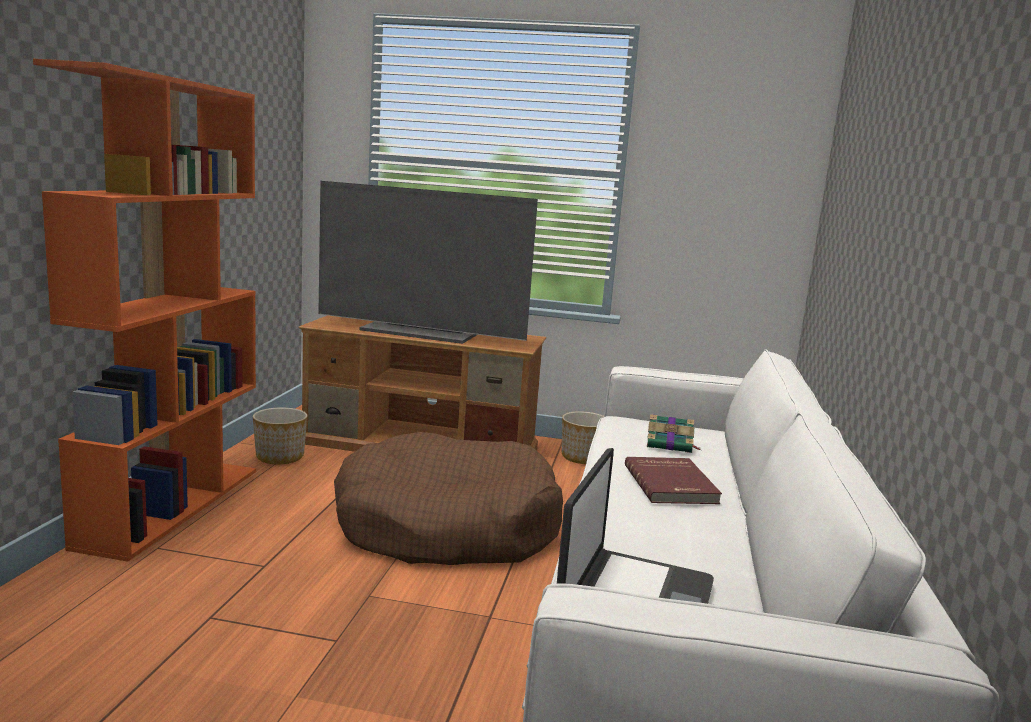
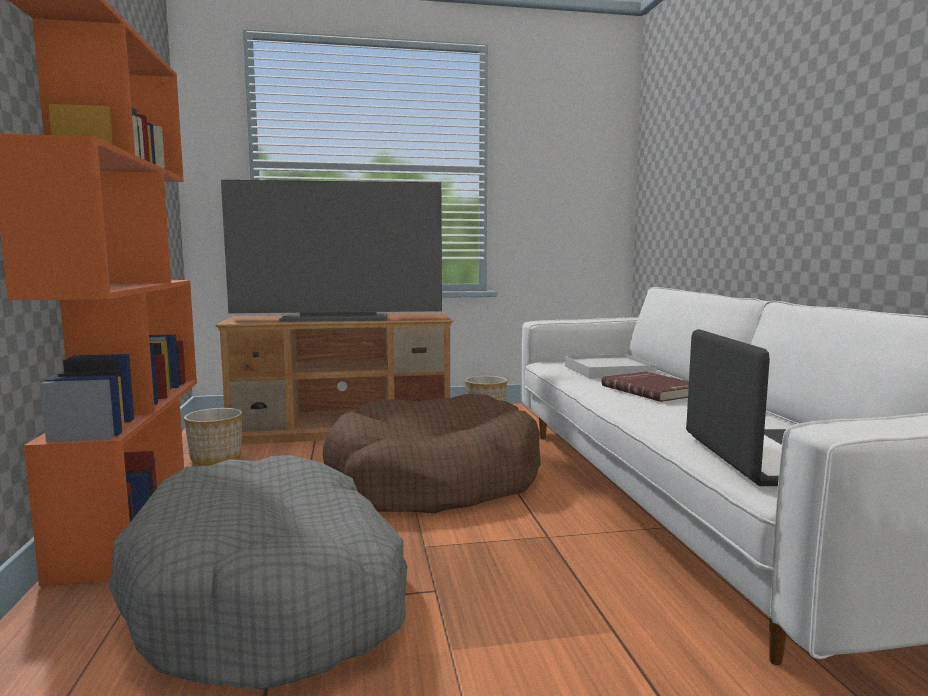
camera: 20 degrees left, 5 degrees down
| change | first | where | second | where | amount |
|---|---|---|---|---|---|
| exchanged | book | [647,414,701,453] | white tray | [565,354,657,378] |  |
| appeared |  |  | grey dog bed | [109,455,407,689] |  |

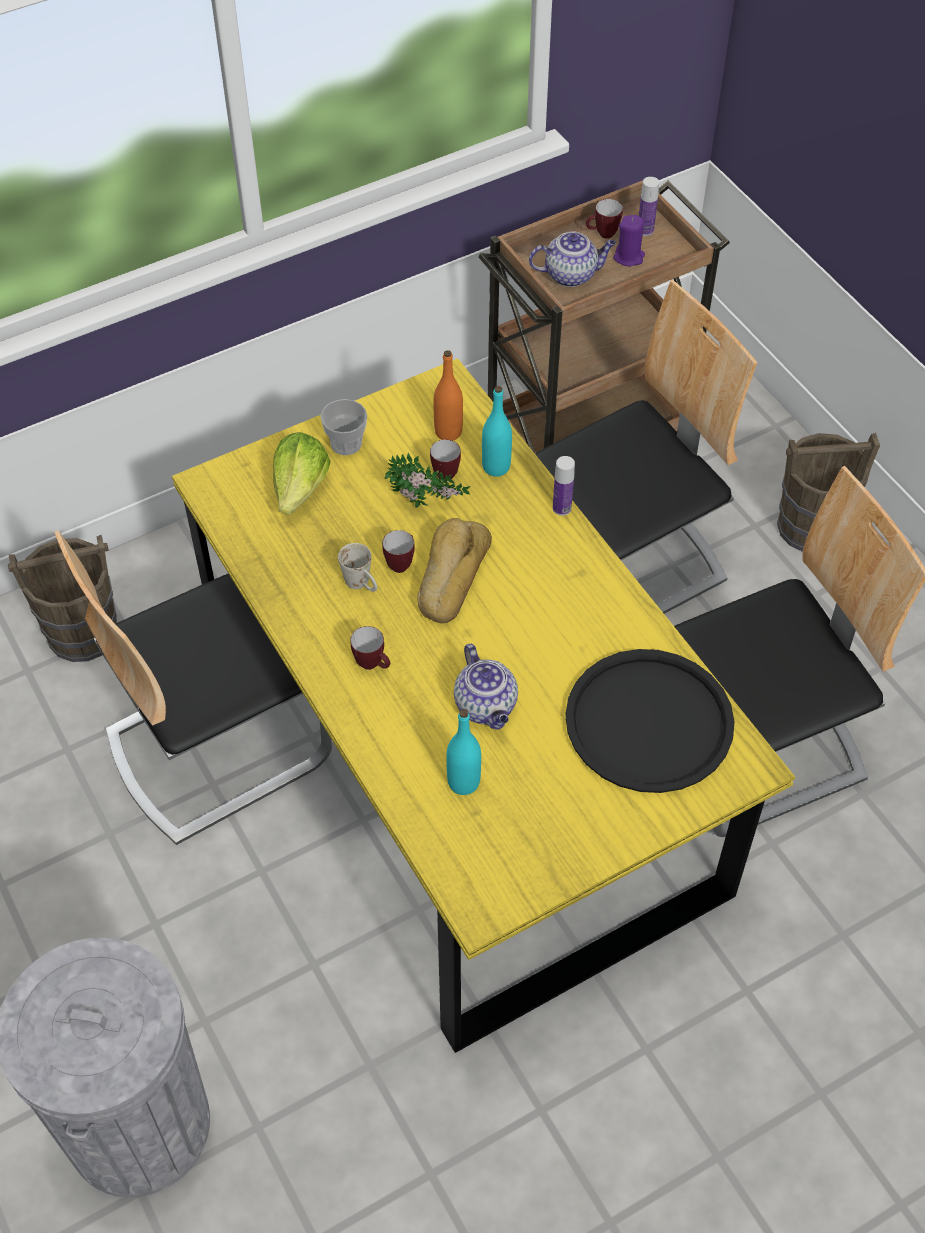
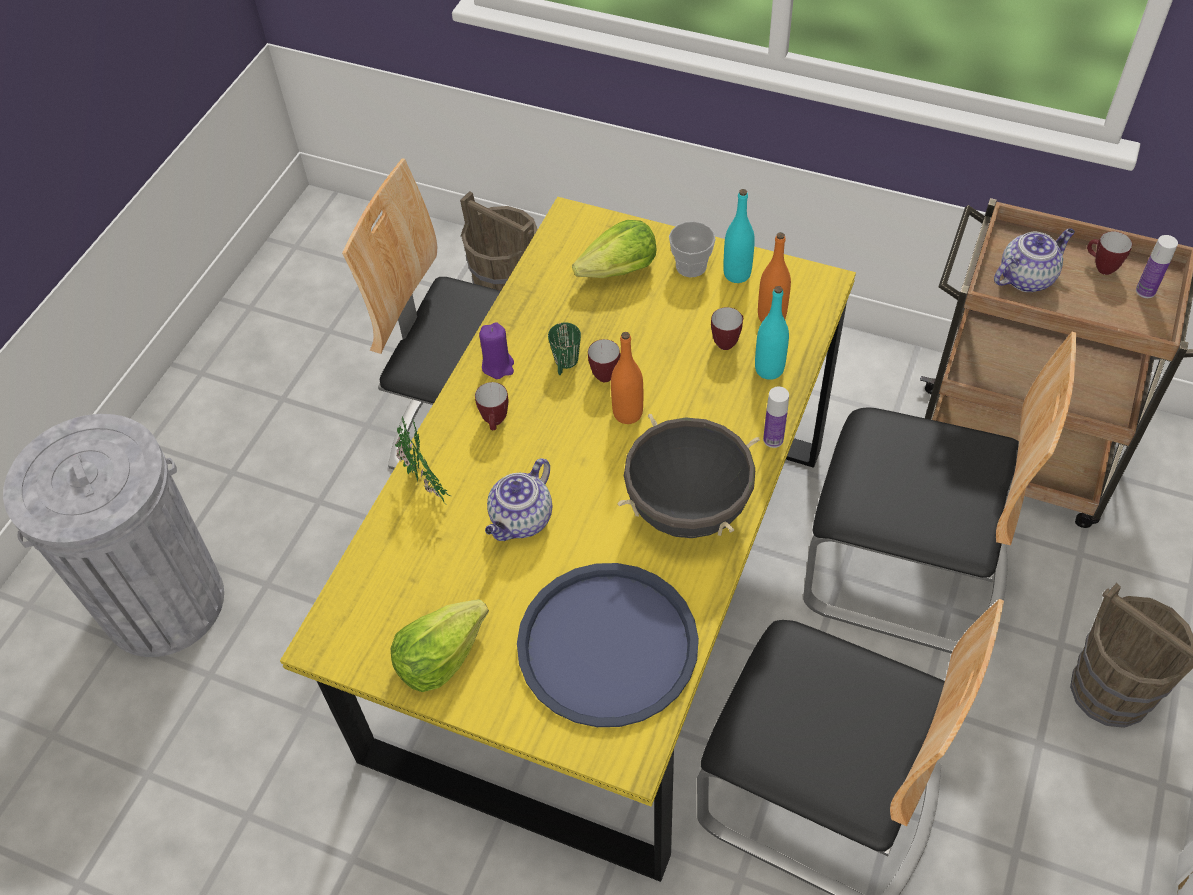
camera: 55 degrees right, 0 degrees up
| change | first | where | second | where | amount |
|---|---|---|---|---|---|
| relocated | purple candle | [613,215,645,266] |  | [479,322,514,379] |  |
| spun | teapot | [529,232,616,287] |  | [994,228,1075,292] | 75 degrees counterclockwise |
| relocated | potted plant | [385,453,470,508] |  | [395,417,451,505] |  |
| exchanged | bread | [417,518,492,623] | orange bottle | [611,332,643,424] |  |
| colour | white mug | [338,543,377,592] | green mug | [548,323,581,375] |  |
| colour | black tray | [565,649,735,793] | blue tray | [517,563,699,727] |  |
| relocated | turquoise bottle | [446,709,481,795] |  | [723,189,755,283] |  |
| appeared |  |  | black cooking pot | [617,414,760,538] |  |
| appeared |  |  | lettuce | [391,599,489,692] |  |

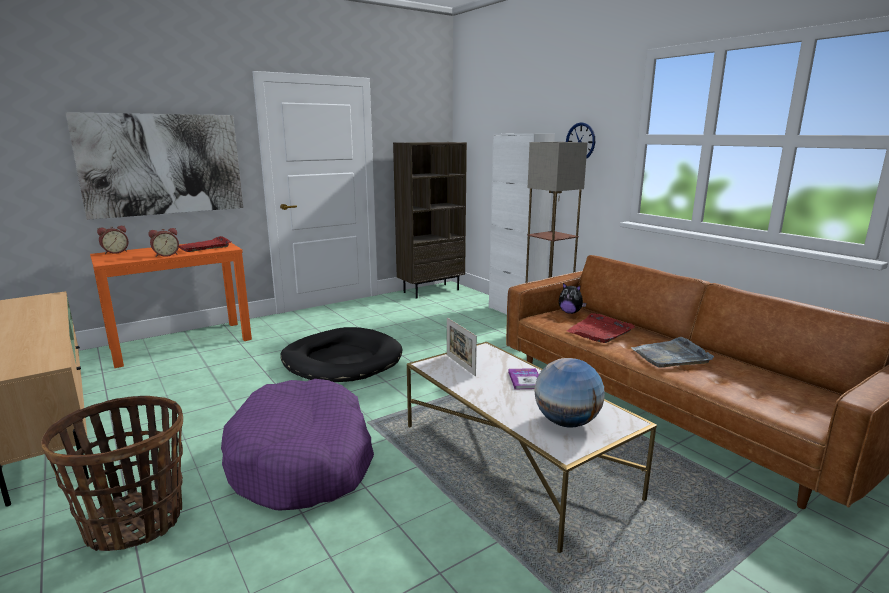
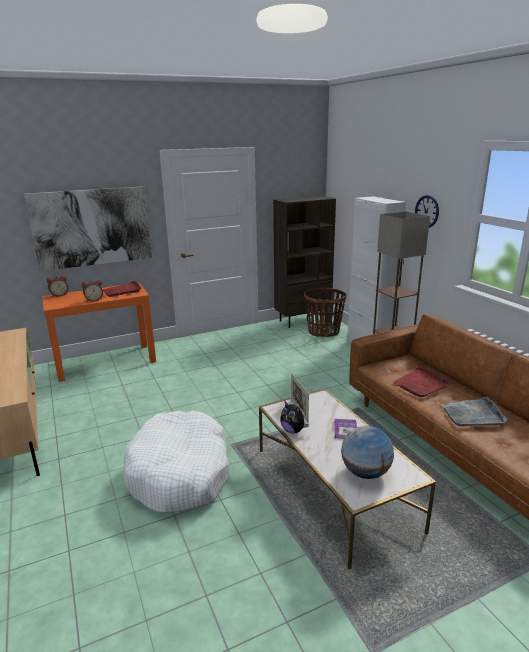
camera: 10 degrees right, 5 degrees up
| change | first | where | second | where | amount |
|---|---|---|---|---|---|
| relocated | plush toy | [559,283,587,314] |  | [280,401,309,433] |  |
| missing | black dog bed | [280,327,402,382] |  |  |  |
| colour | purple dog bed | [221,379,374,511] | white dog bed | [123,411,230,513] |  |
| relocated | basket | [41,396,183,551] |  | [304,288,347,337] |  |

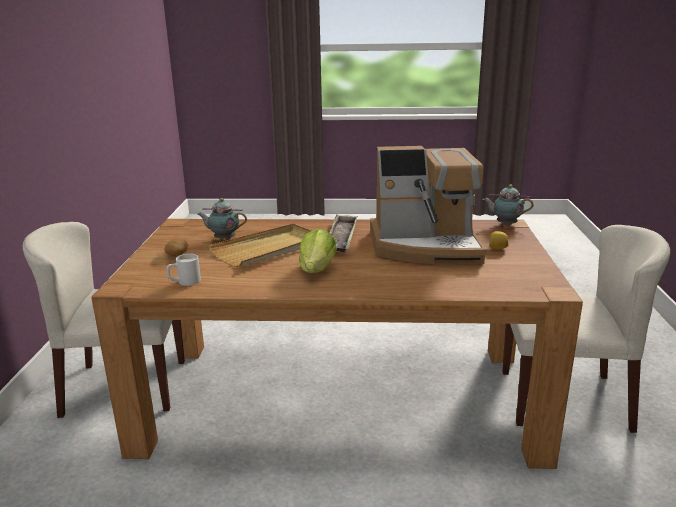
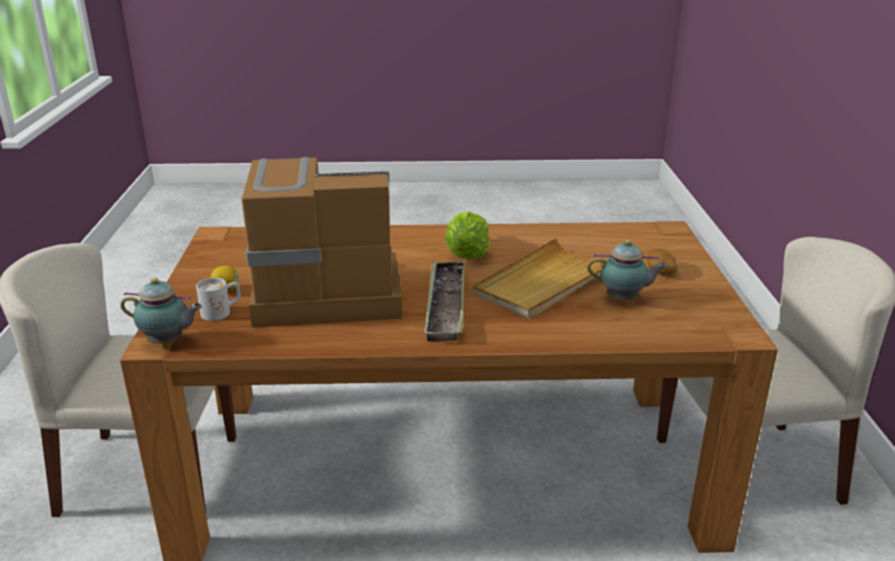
camera: 175 degrees right, 5 degrees up
| change | first | where | second | where | amount |
|---|---|---|---|---|---|
| relocated | white mug | [167,254,201,286] |  | [196,278,240,321] |  |

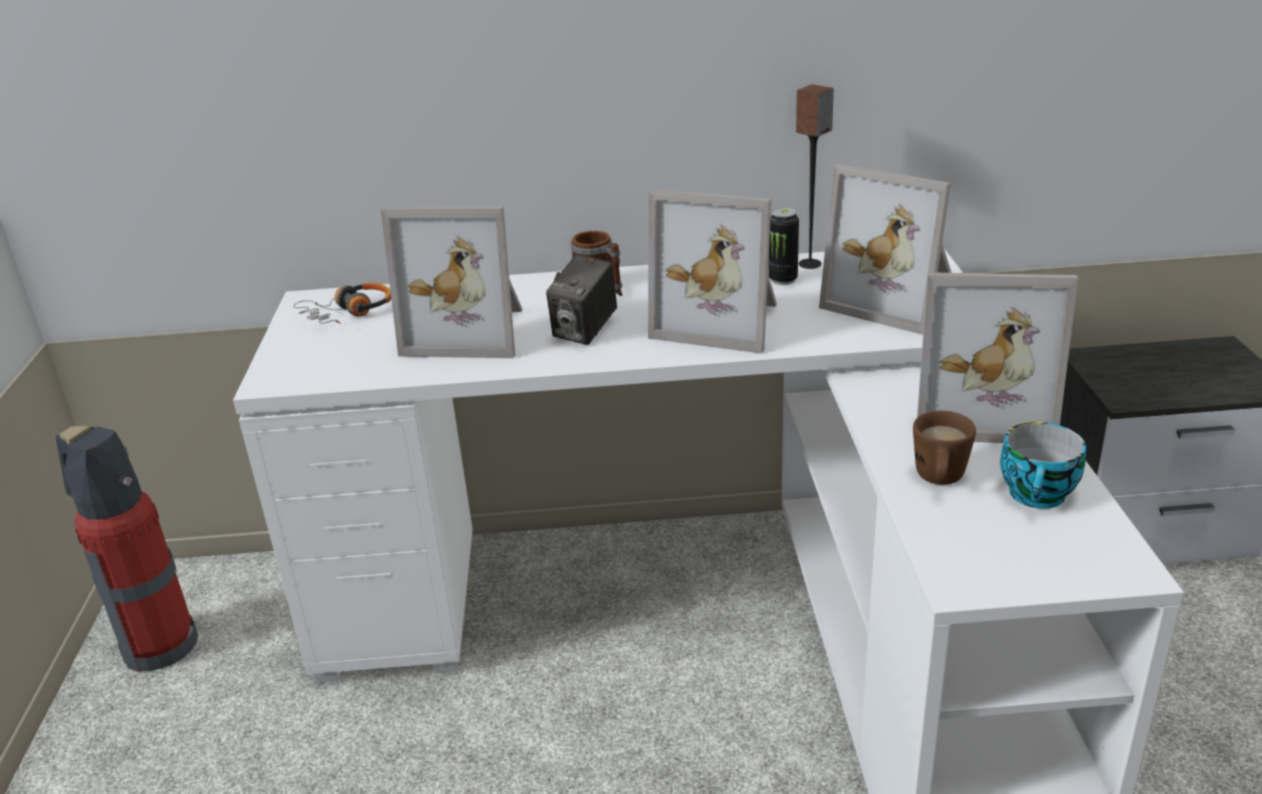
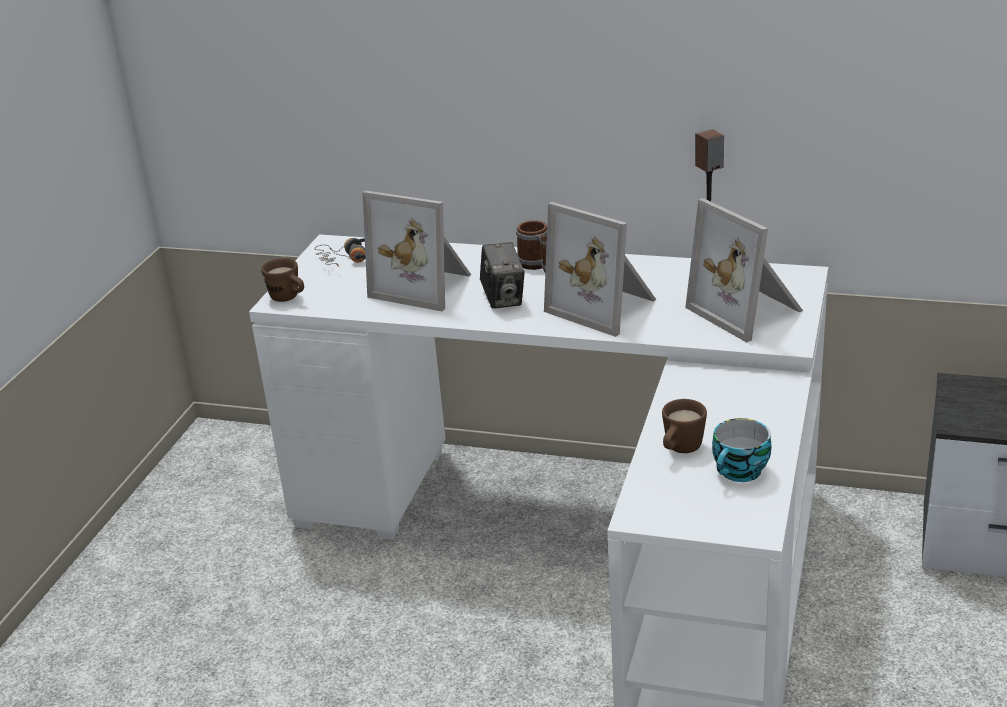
camera: 20 degrees right, 0 degrees up
| change | first | where | second | where | amount |
|---|---|---|---|---|---|
| missing | can | [769,208,799,285] |  |  |  |
| spun | photo camera | [546,254,617,345] |  | [480,242,525,309] | 60 degrees counterclockwise |
| missing | picture frame | [917,272,1078,443] |  |  |  |
| missing | fire extinguisher | [56,426,198,672] |  |  |  |
| appeared |  |  | brown mug | [261,258,304,302] |  |

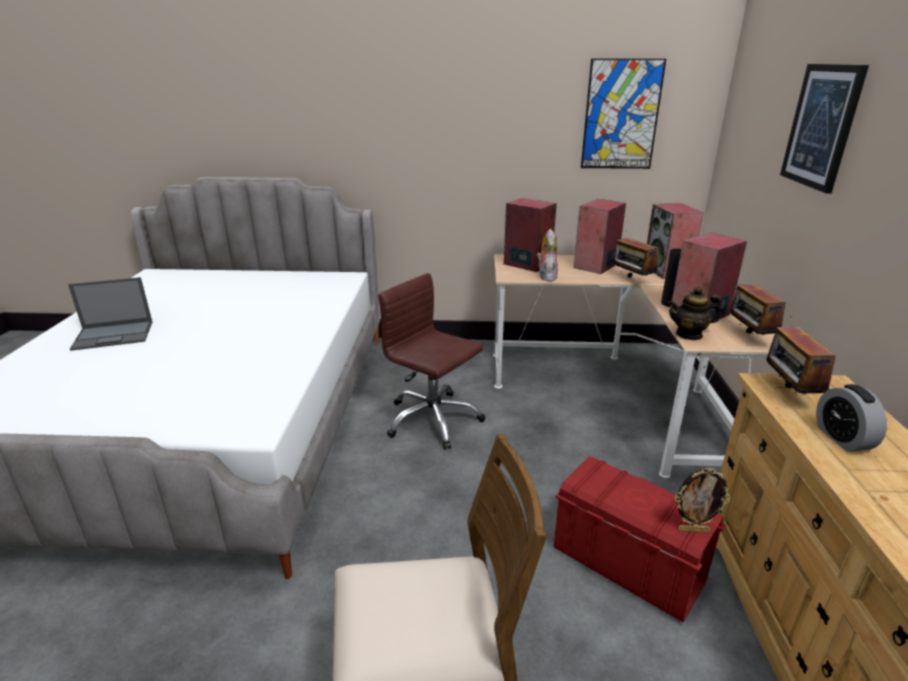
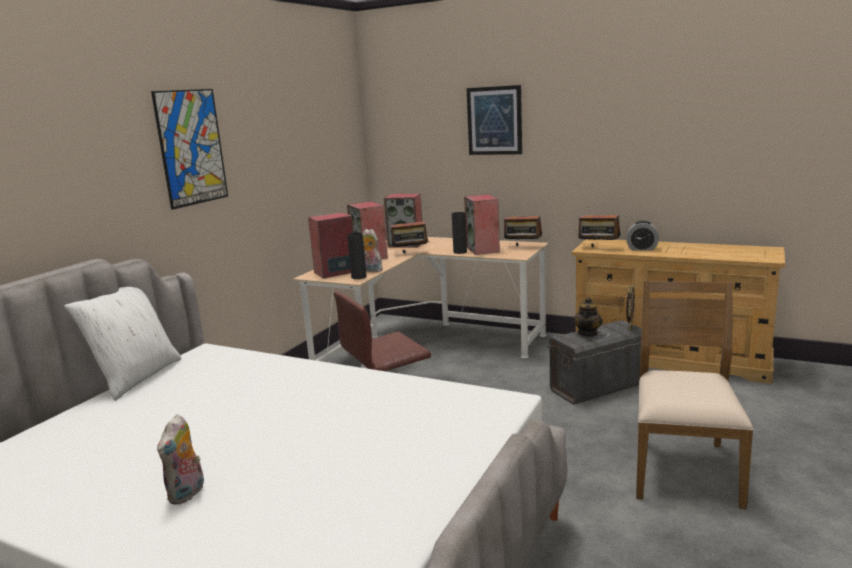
camera: 65 degrees left, 10 degrees down
| change | first | where | second | where | amount |
|---|---|---|---|---|---|
| relocated | picture | [581,59,666,169] |  | [151,89,228,210] |  |
| exchanged | laptop | [68,277,152,351] | plush toy | [157,414,204,505] |  |
| relocated | teapot | [668,287,722,340] |  | [573,297,603,337] |  |
| colour | red storage box | [554,456,725,622] | grey storage box | [547,320,642,405] |  |
| appeared |  |  | black vase | [347,233,367,279] |  |
| appeared |  |  | white pillow | [64,287,182,401] |  |

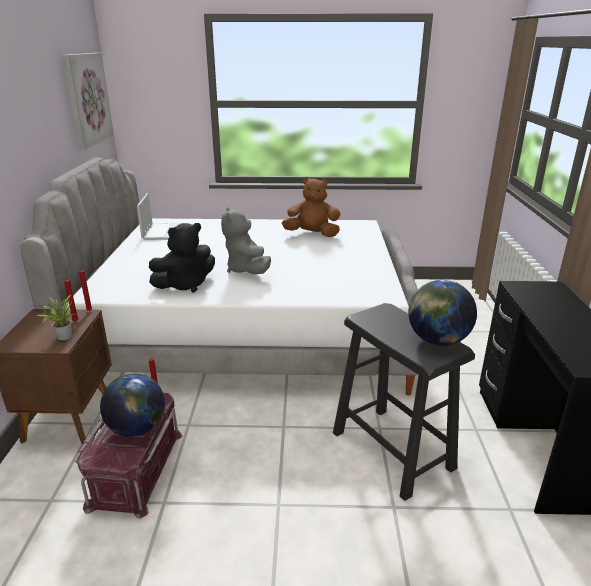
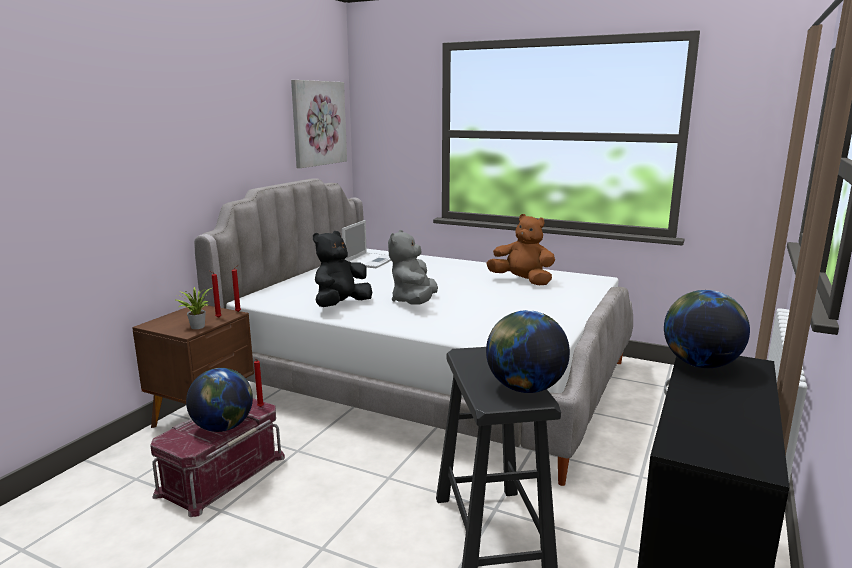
camera: 25 degrees right, 10 degrees down
| change | first | where | second | where | amount |
|---|---|---|---|---|---|
| spun | black plush toy | [149,223,215,293] |  | [313,231,372,307] | 135 degrees clockwise |
| appeared |  |  | globe | [664,290,750,368] |  |

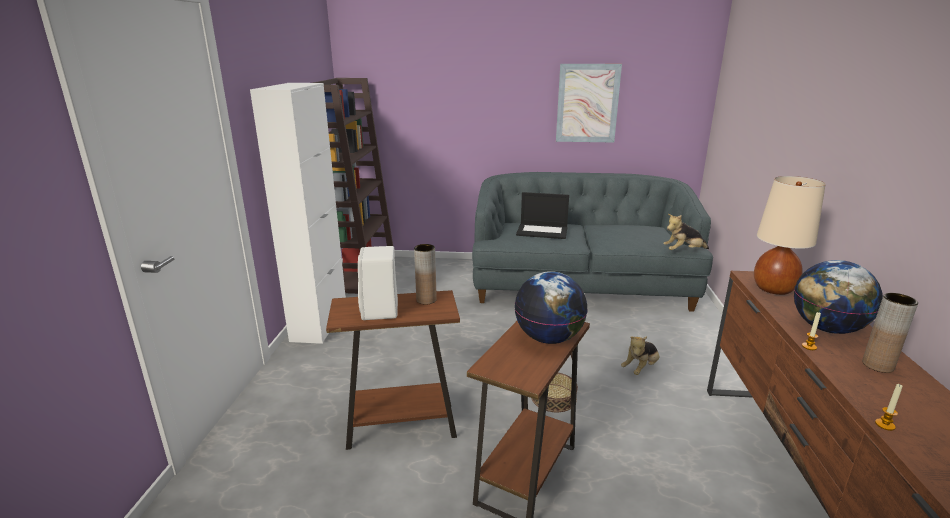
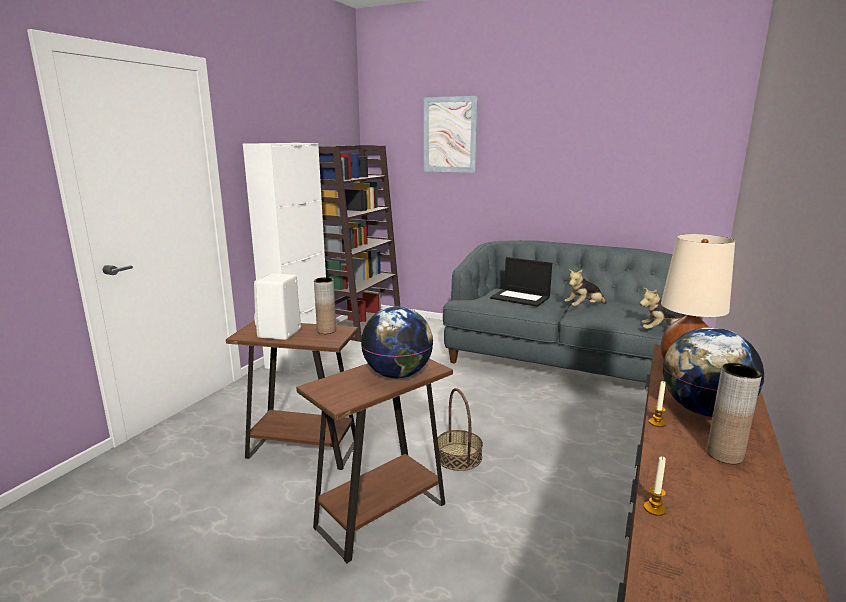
camera: 20 degrees right, 5 degrees down
| change | first | where | second | where | amount |
|---|---|---|---|---|---|
| relocated | picture | [556,64,622,142] |  | [424,96,478,173] |  |
| relocated | plush toy | [621,336,659,375] |  | [564,269,607,306] |  |

